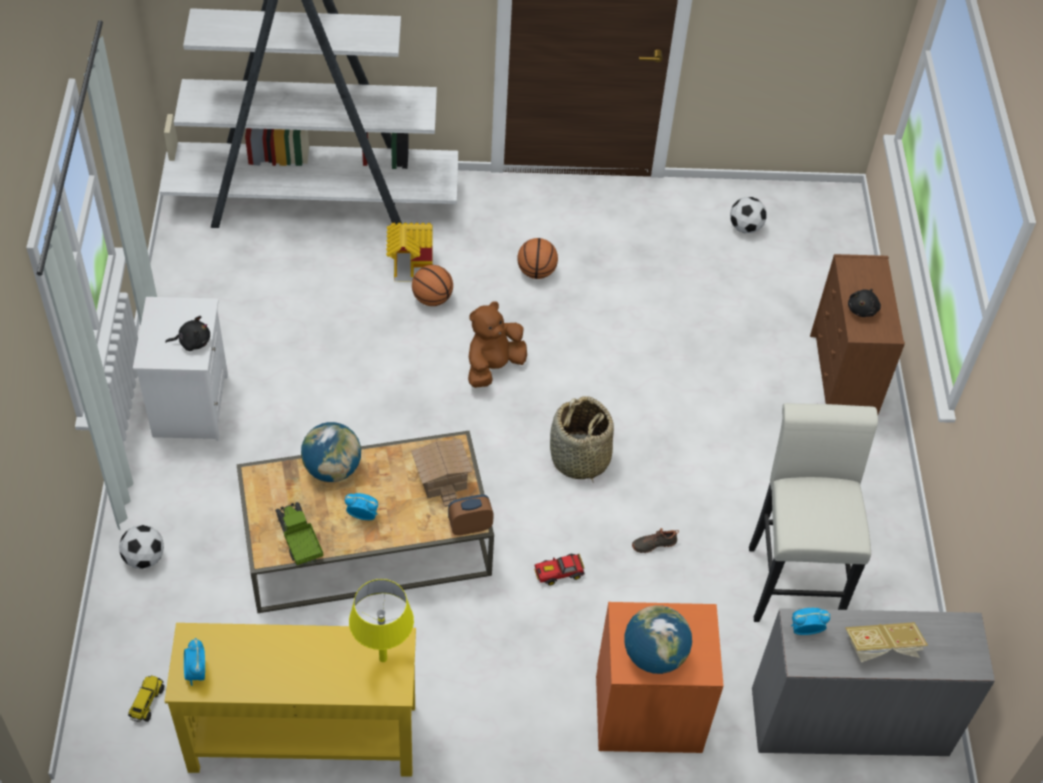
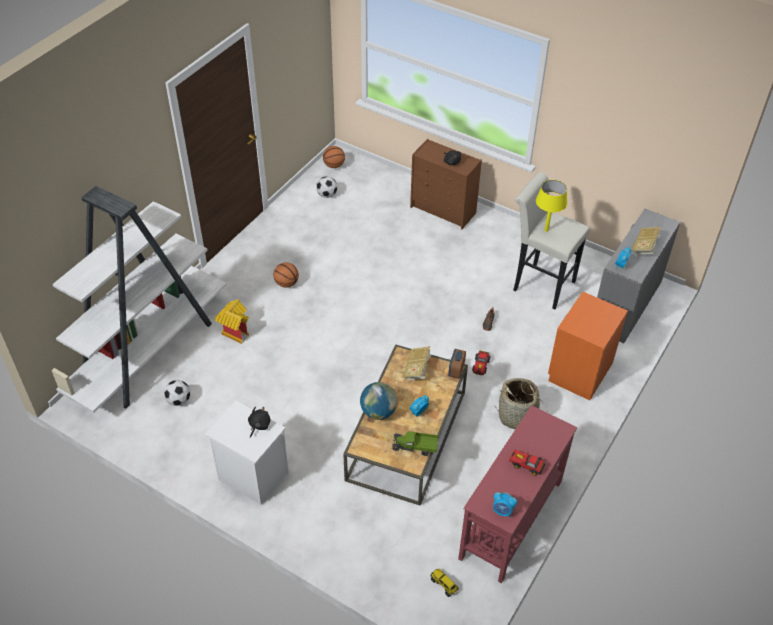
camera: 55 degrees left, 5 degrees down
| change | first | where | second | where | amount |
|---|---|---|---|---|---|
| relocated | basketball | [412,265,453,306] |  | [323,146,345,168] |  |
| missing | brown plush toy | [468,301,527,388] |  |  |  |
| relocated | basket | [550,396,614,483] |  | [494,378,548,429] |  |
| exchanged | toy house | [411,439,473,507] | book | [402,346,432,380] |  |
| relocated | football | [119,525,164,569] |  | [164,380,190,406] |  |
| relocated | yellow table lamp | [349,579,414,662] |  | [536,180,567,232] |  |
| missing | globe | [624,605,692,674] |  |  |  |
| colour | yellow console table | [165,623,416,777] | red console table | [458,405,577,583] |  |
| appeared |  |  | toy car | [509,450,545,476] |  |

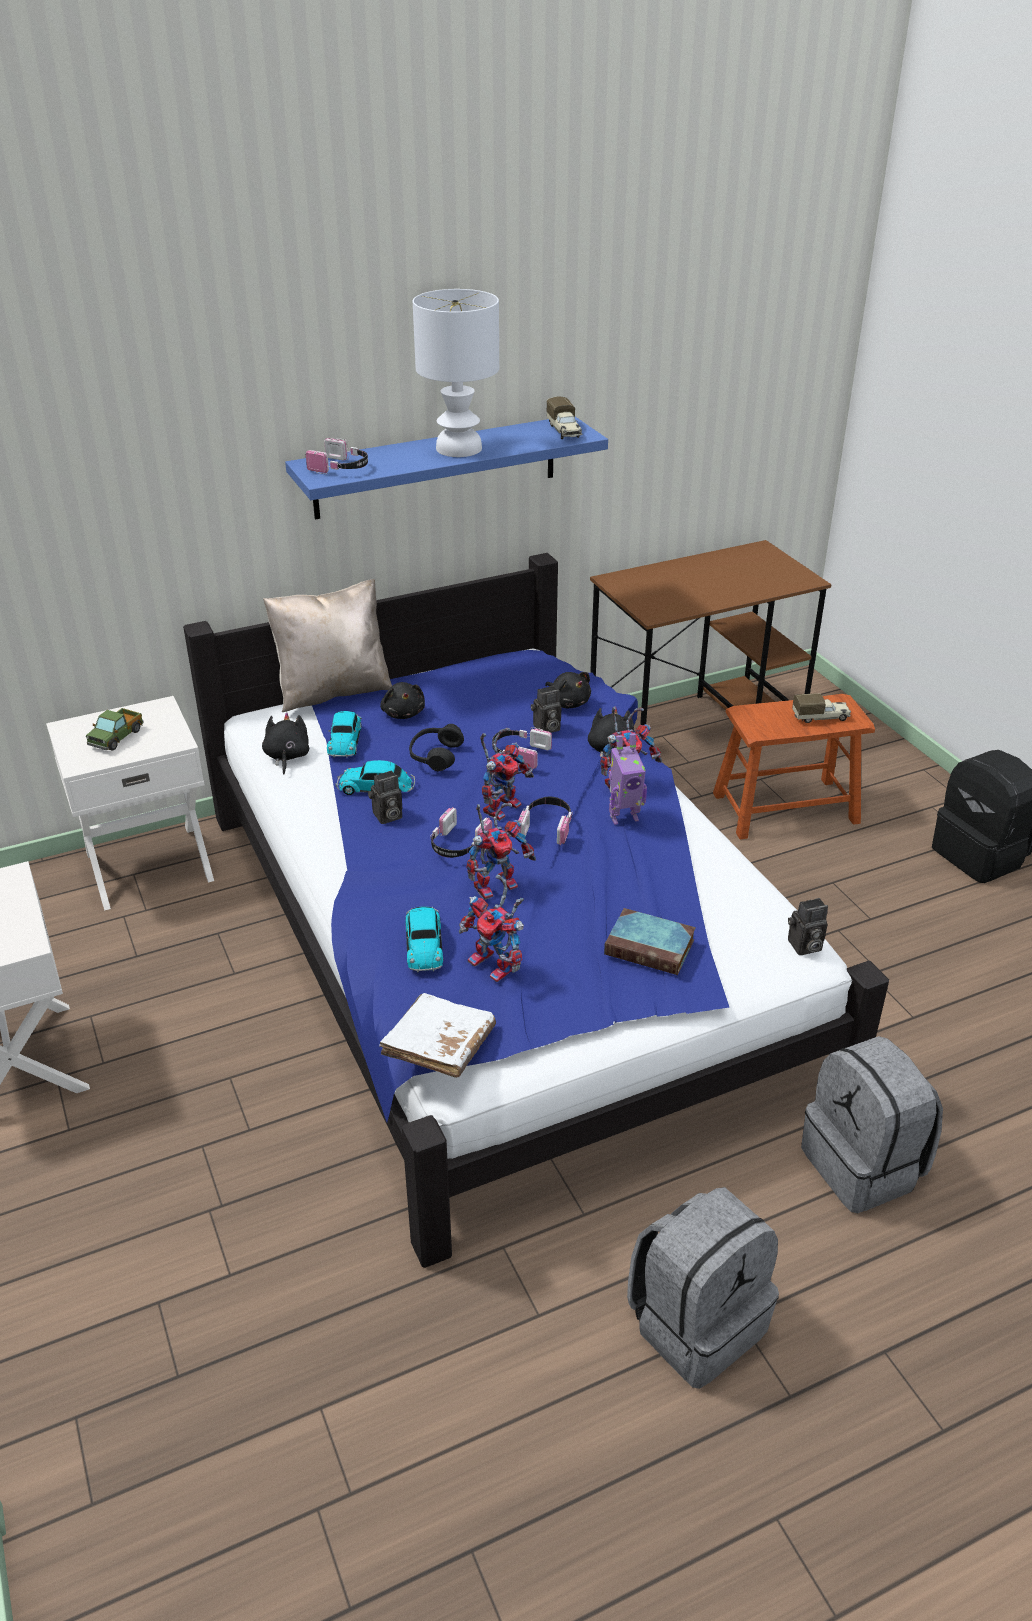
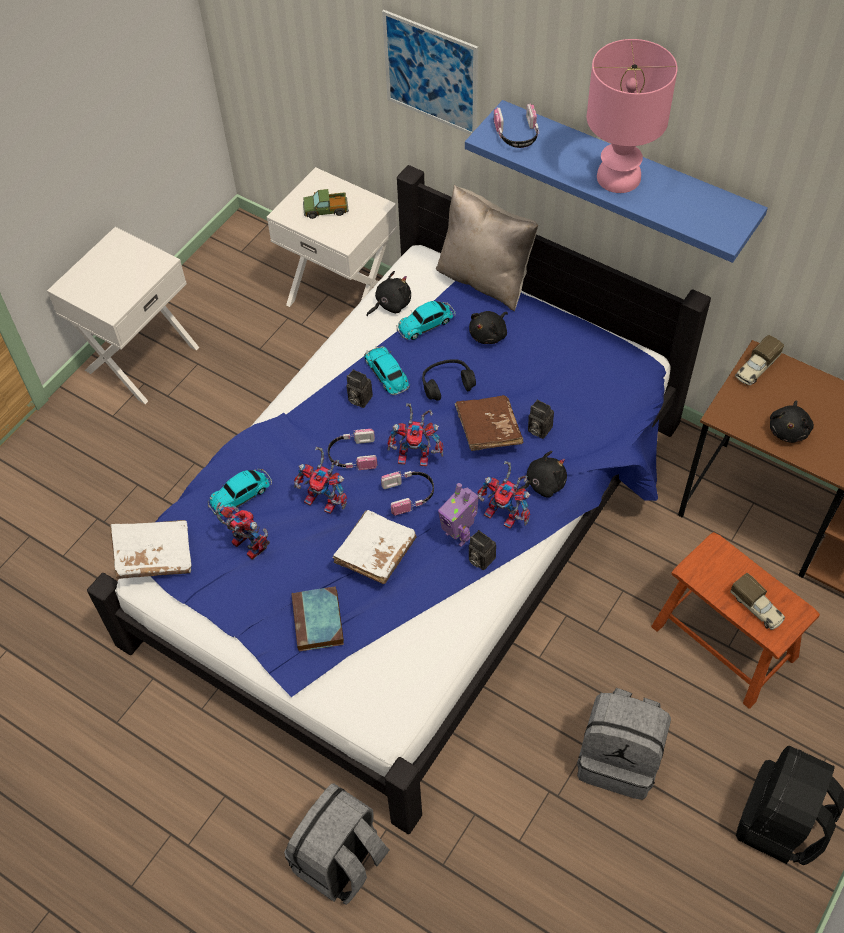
camera: 60 degrees right, 20 degrees up
| change | first | where | second | where | amount |
|---|---|---|---|---|---|
| colour | white table lamp | [413,289,499,457] | pink table lamp | [587,39,678,193] |  |
| relocated | toy truck | [546,396,582,439] |  | [735,335,784,385] |  |
| relocated | black plush toy | [545,672,591,708] |  | [770,400,814,443] |  |
| exchanged | headphones | [492,727,552,769] | brown book | [455,395,523,451] |  |
| spun | toy robot | [459,874,524,982] |  | [215,502,270,560] | 120 degrees clockwise |
| relocated | photo camera | [788,898,828,955] |  | [469,530,496,570] |  |
| relocated | grey backpack | [627,1187,779,1389] |  | [577,688,671,800] |  |
| appeared |  |  | picture | [382,10,478,135] |  |
| appeared |  |  | white book | [333,510,416,584] |  |

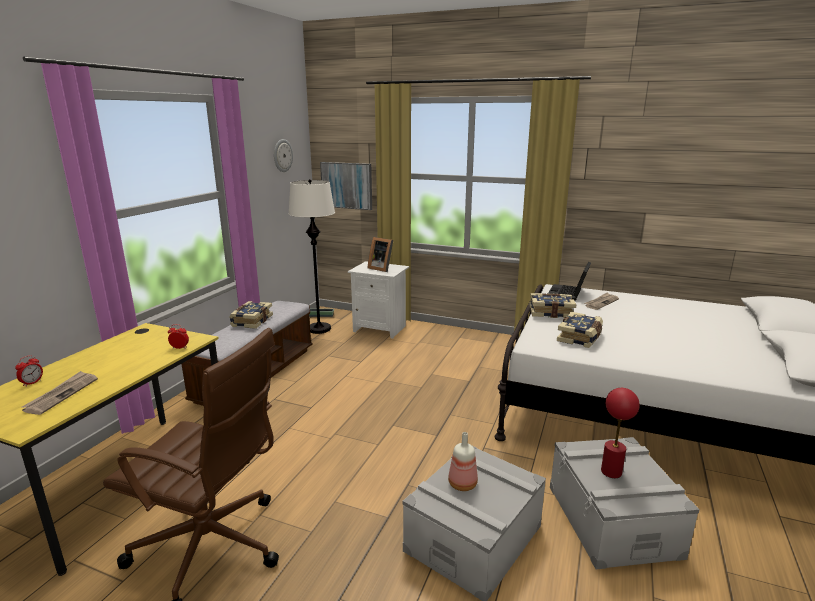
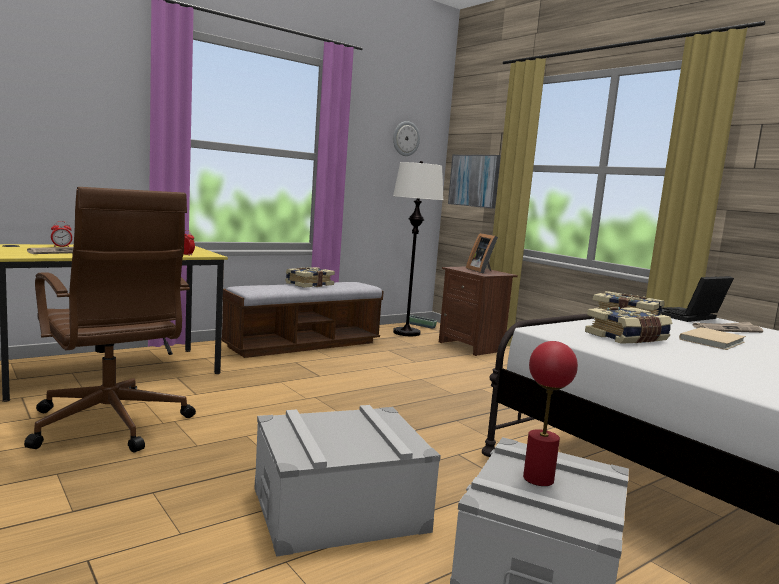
camera: 30 degrees right, 10 degrees down
| change | first | where | second | where | amount |
|---|---|---|---|---|---|
| colour | white nightstand | [348,261,409,339] | brown nightstand | [439,267,518,356] |  |
| missing | bottle | [448,432,478,491] |  |  |  |
| appeared |  |  | beige book | [679,327,746,350] |  |

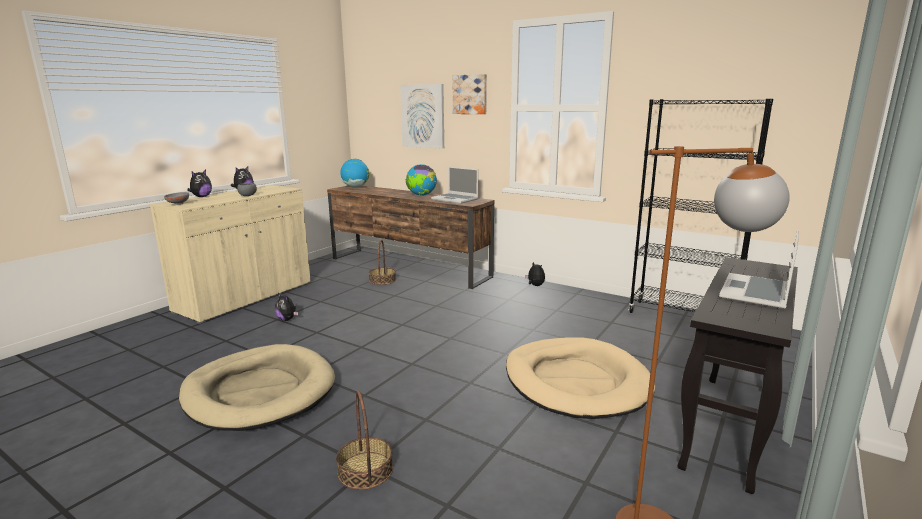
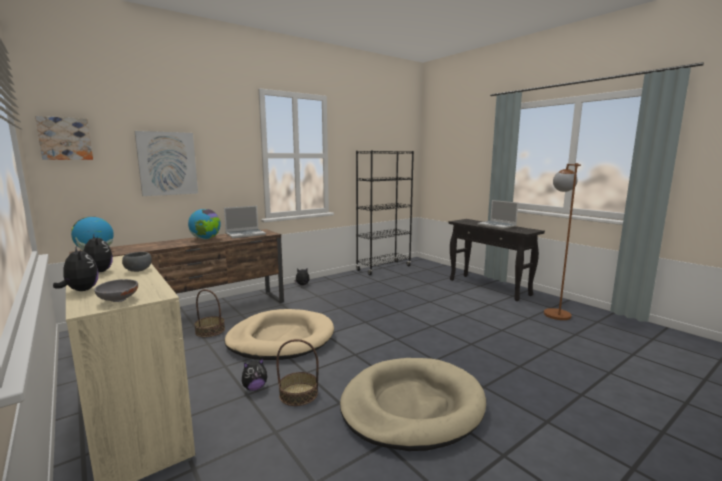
camera: 70 degrees left, 5 degrees down
| change | first | where | second | where | amount |
|---|---|---|---|---|---|
| relocated | picture | [452,74,487,114] |  | [35,116,93,160] |  |
| relocated | beige dog bed | [506,337,655,419] |  | [224,309,334,360] |  |
| relocated | basket | [336,391,393,490] |  | [276,339,319,406] |  |

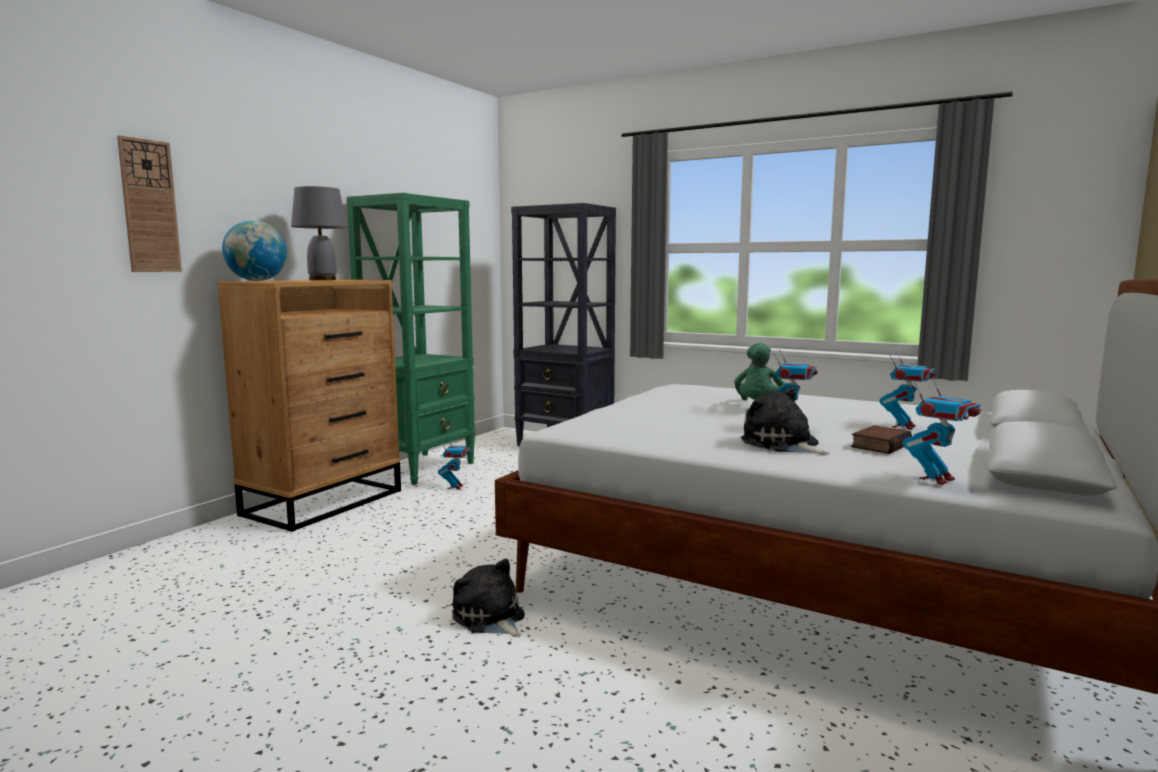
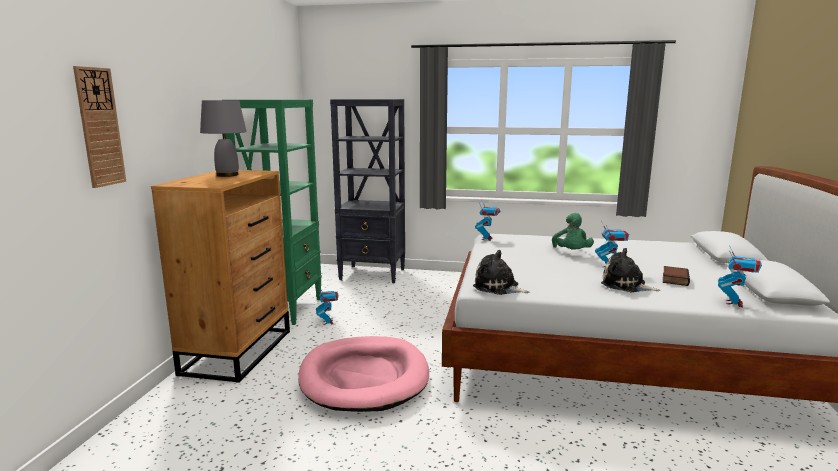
camera: 20 degrees left, 5 degrees up
| change | first | where | second | where | amount |
|---|---|---|---|---|---|
| missing | globe | [222,220,287,281] |  |  |  |
| relocated | toy robot | [880,351,935,430] |  | [475,199,501,241] |  |
| relocated | plush toy | [452,559,525,637] |  | [473,250,529,295] |  |
| appeared |  |  | pink dog bed | [298,336,429,412] |  |

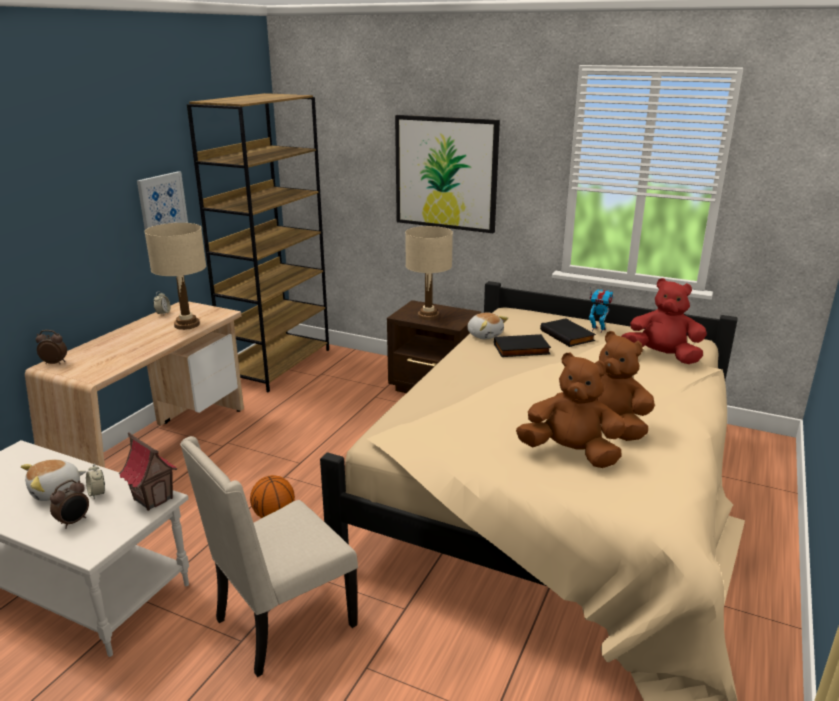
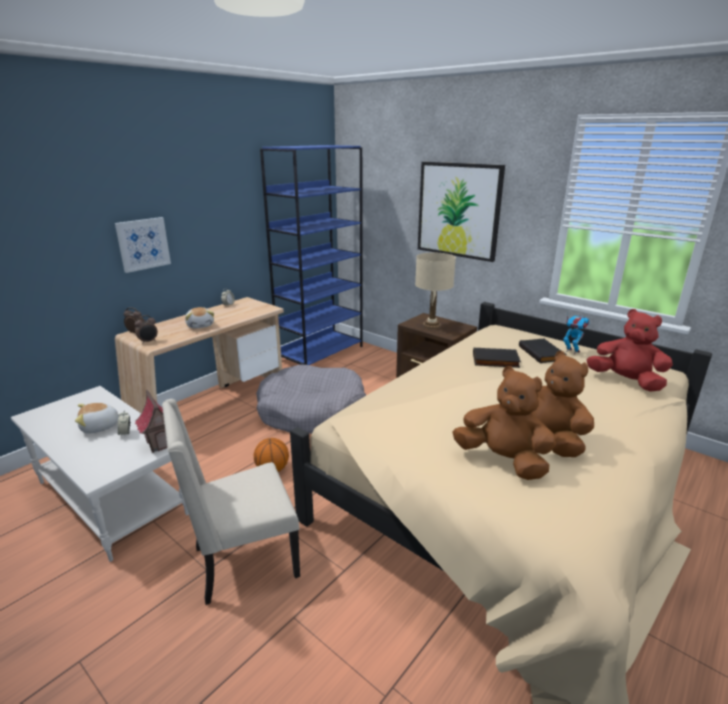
camera: 15 degrees right, 0 degrees up
| change | first | where | second | where | amount |
|---|---|---|---|---|---|
| colour | brown bookcase | [187,93,329,392] | blue bookcase | [260,145,363,365] |  |
| relocated | picture | [137,171,188,230] |  | [115,217,171,273] |  |
| missing | beige table lamp | [144,223,206,330] |  |  |  |
| relocated | plush toy | [467,313,508,339] |  | [185,307,214,328] |  |
| relocated | alarm clock | [50,480,89,529] |  | [135,315,158,344] |  |
| appeared |  |  | grey dog bed | [256,365,366,434] |  |

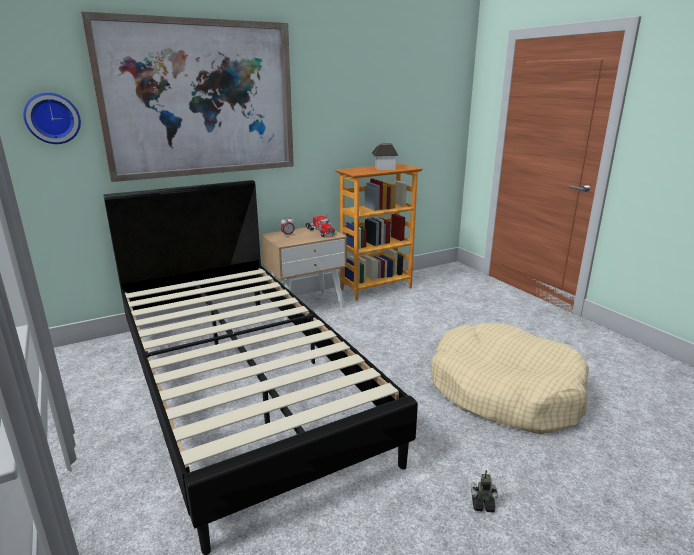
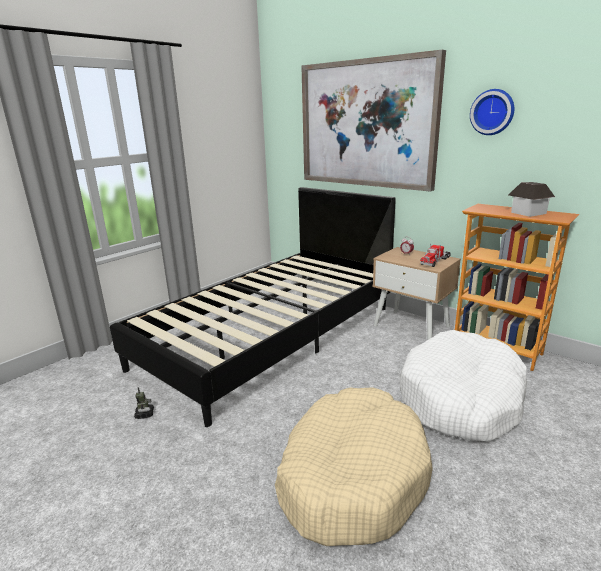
camera: 70 degrees right, 0 degrees up
| change | first | where | second | where | amount |
|---|---|---|---|---|---|
| relocated | wall clock | [23,93,81,144] |  | [470,89,514,135] |  |
| relocated | toy robot | [471,470,498,513] |  | [134,387,154,419] |  |
| appeared |  |  | white dog bed | [400,330,527,442] |  |

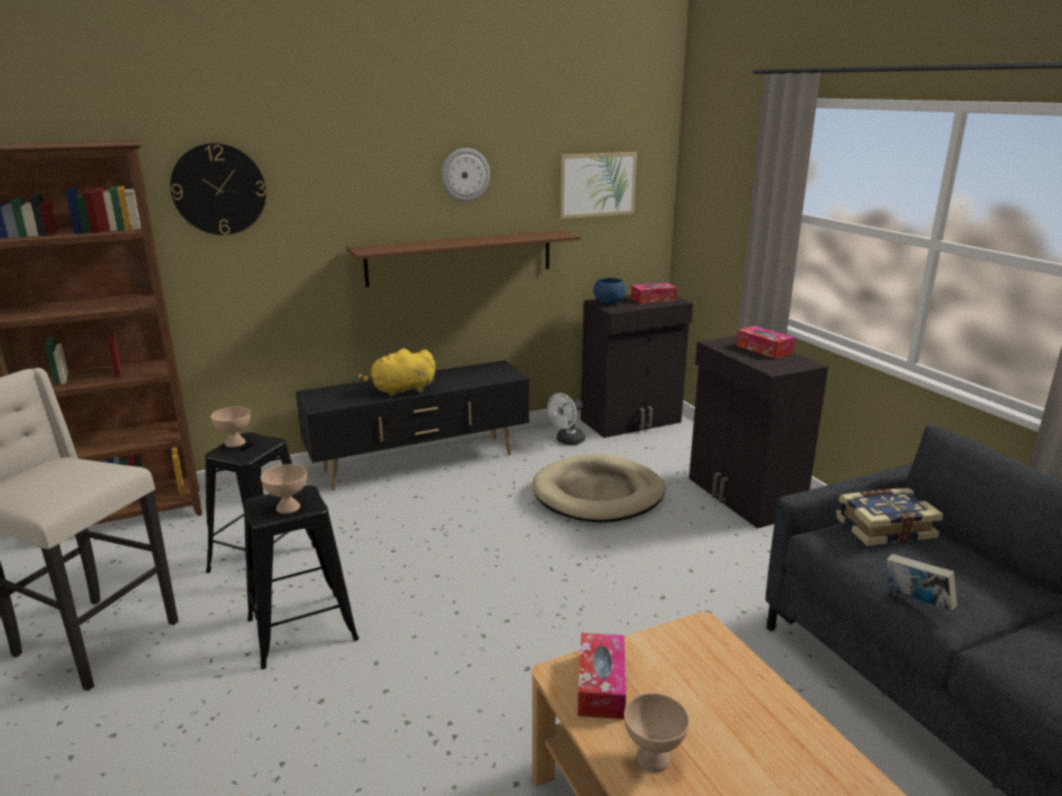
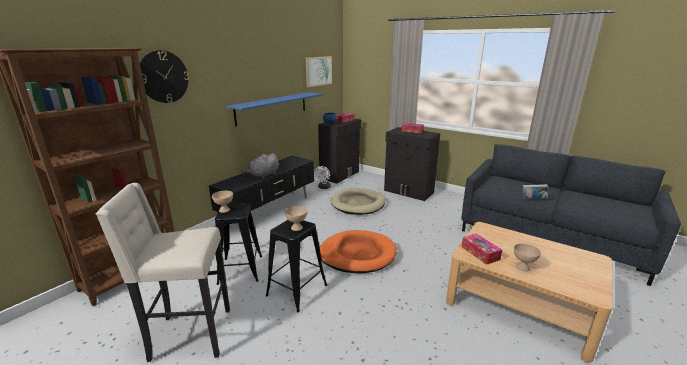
camera: 30 degrees left, 0 degrees up
| change | first | where | second | where | amount |
|---|---|---|---|---|---|
| missing | wall clock | [441,148,490,202] |  |  |  |
| colour | brown shelf | [346,230,581,287] | blue shelf | [226,92,323,126] |  |
| colour | yellow plush toy | [356,349,435,397] | grey plush toy | [242,153,279,178] |  |
| missing | book | [836,488,944,546] |  |  |  |
| appeared |  |  | orange dog bed | [320,230,397,273] |  |

